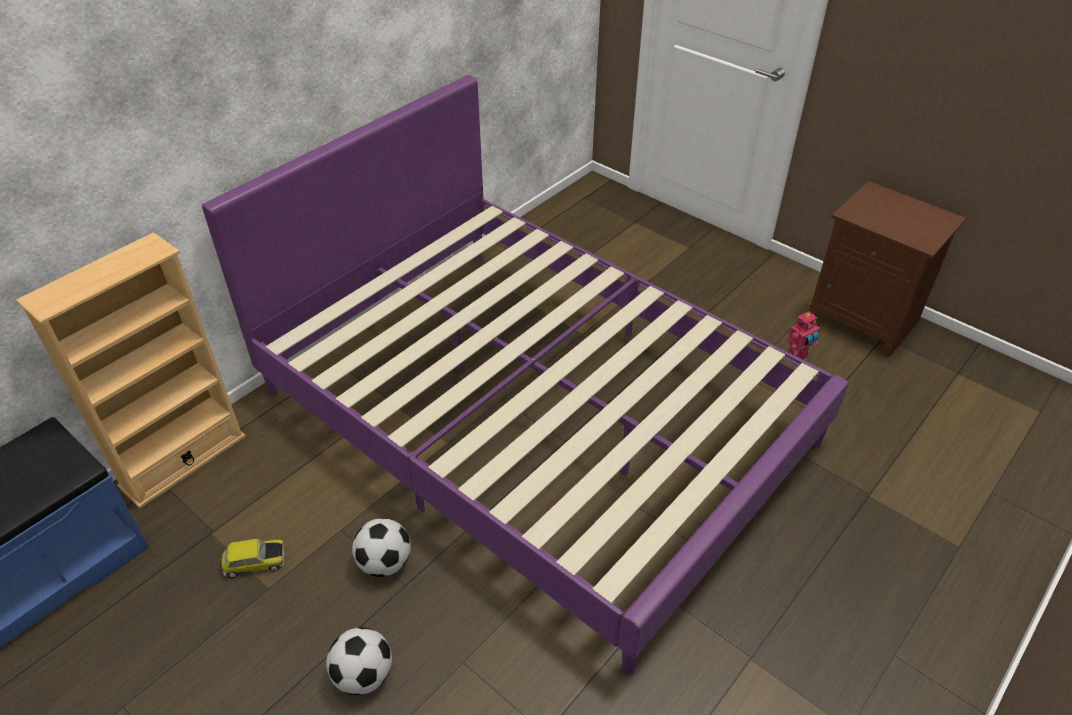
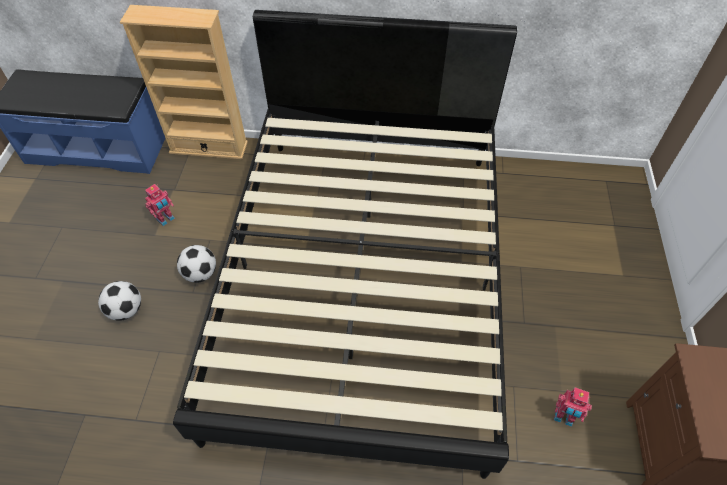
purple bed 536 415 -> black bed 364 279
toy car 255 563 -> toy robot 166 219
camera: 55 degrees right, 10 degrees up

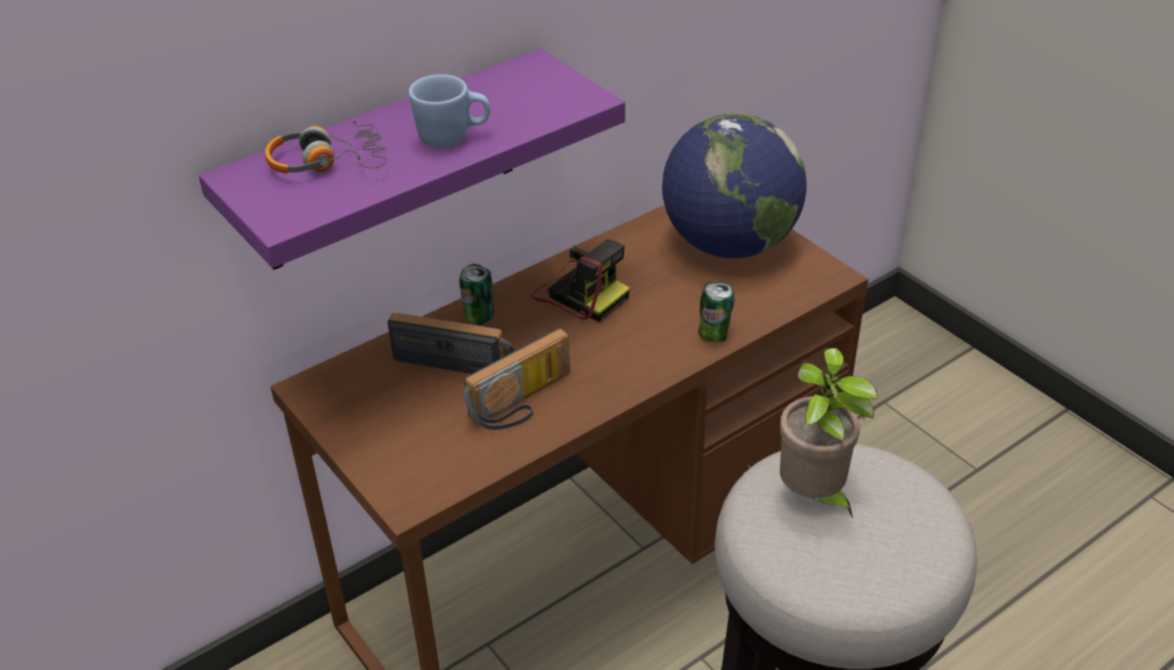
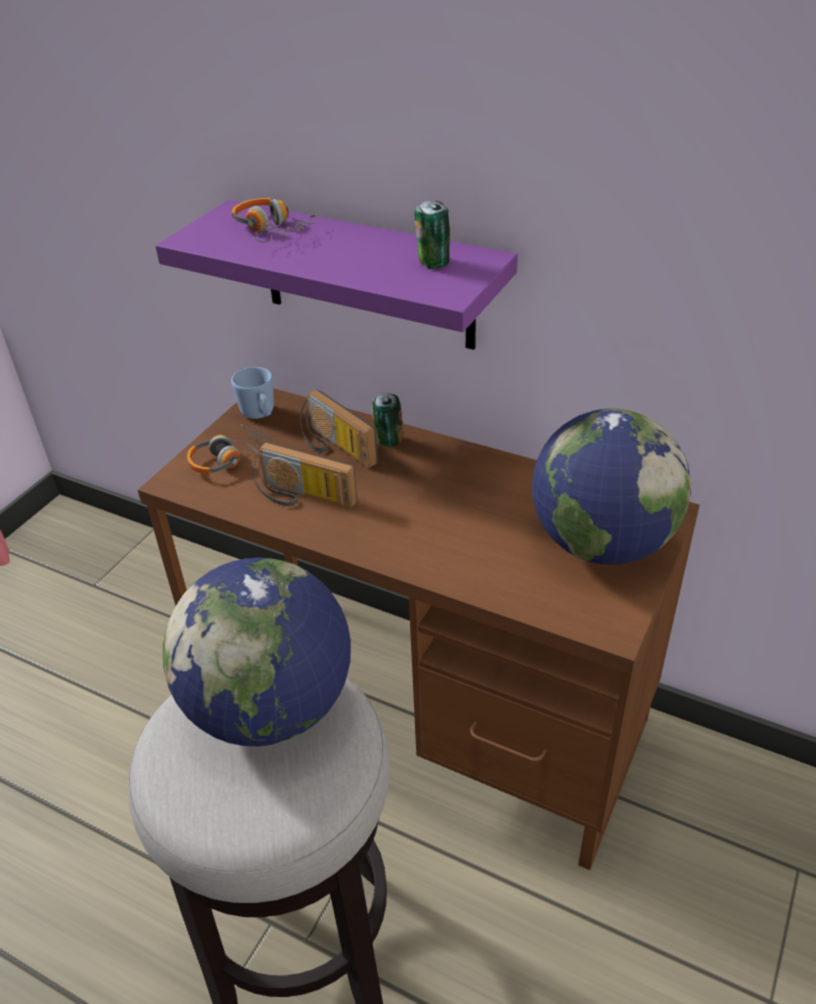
blue mug 453 138 -> blue mug 260 415, move
photo camera 580 293 -> none
can 714 335 -> can 433 263, move
radio 456 358 -> radio 334 447, 150 degrees clockwise
potted plant 814 497 -> globe 270 707
none -> headphones 232 459
camera: 65 degrees right, 0 degrees up

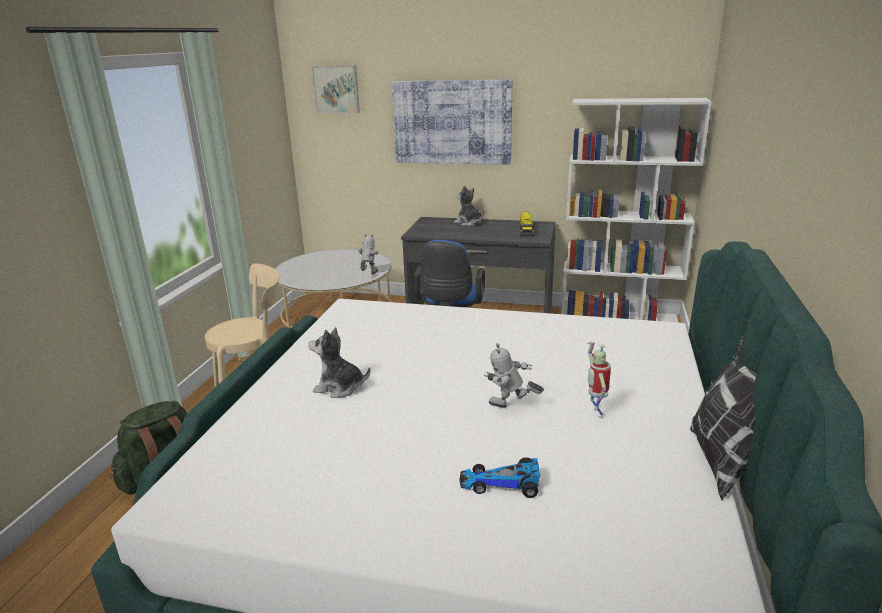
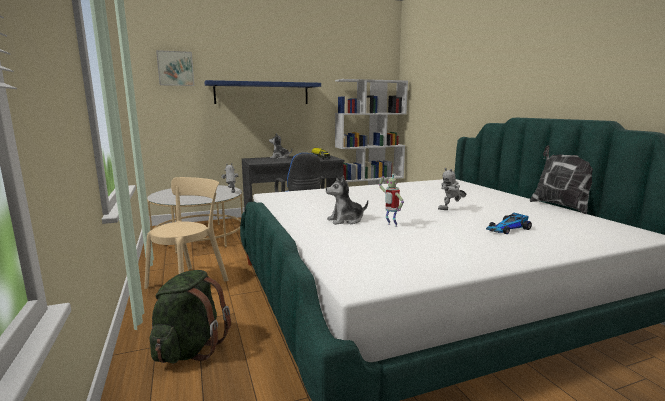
picture 452 122 -> blue shelf 262 93
toy robot 595 413 -> toy robot 390 225, move
camera: 35 degrees left, 10 degrees down

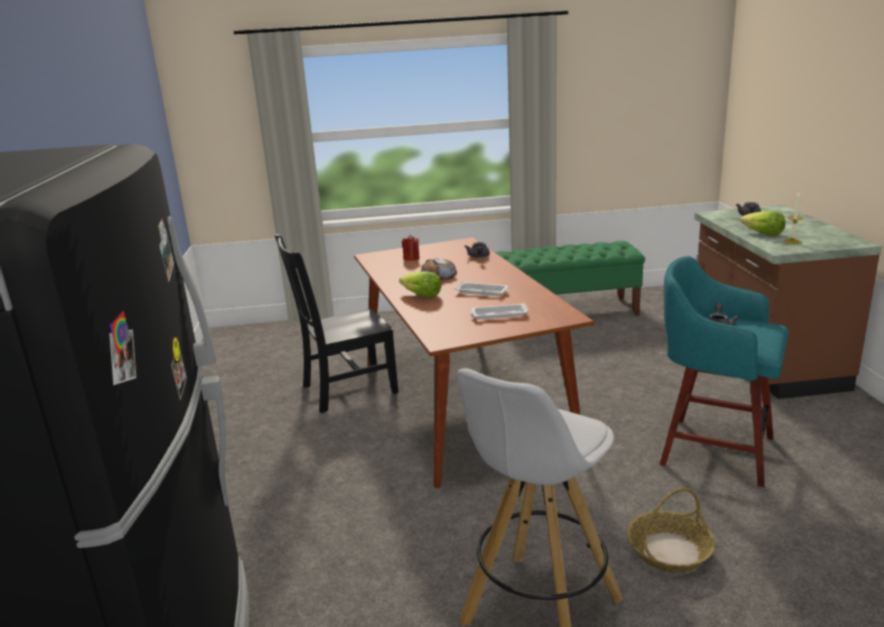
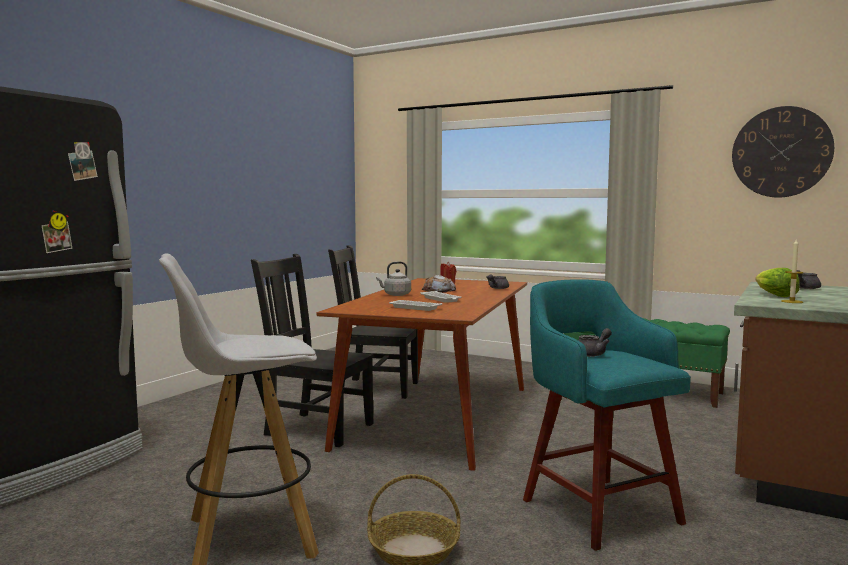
lettuce 421 295 -> grey kettle 396 295
none -> wall clock 781 152
none -> black chair 316 429
camera: 35 degrees right, 15 degrees down

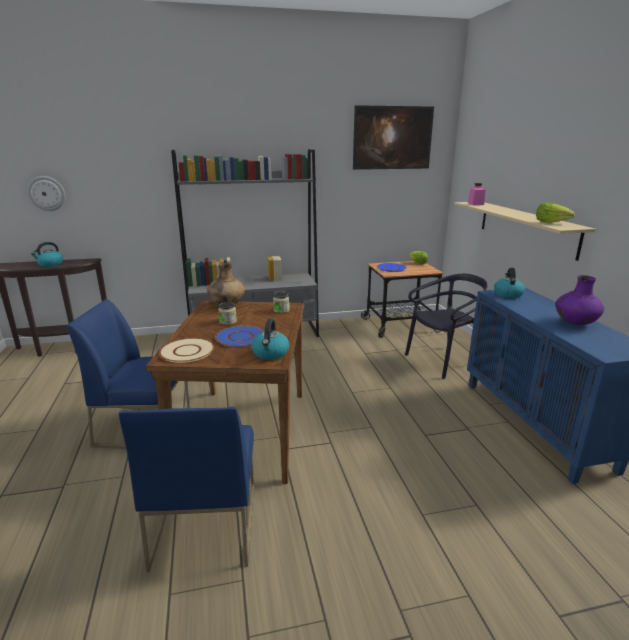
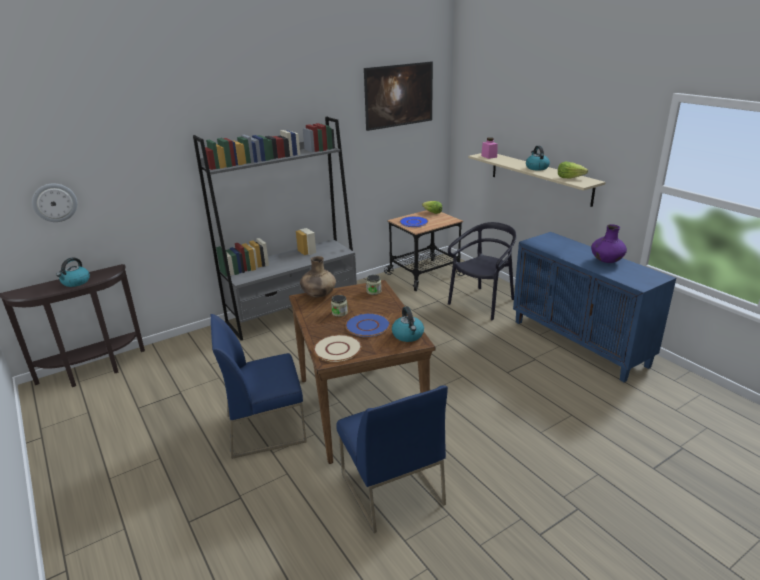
kettle 507 294 -> kettle 536 168, move
camera: 20 degrees left, 5 degrees up

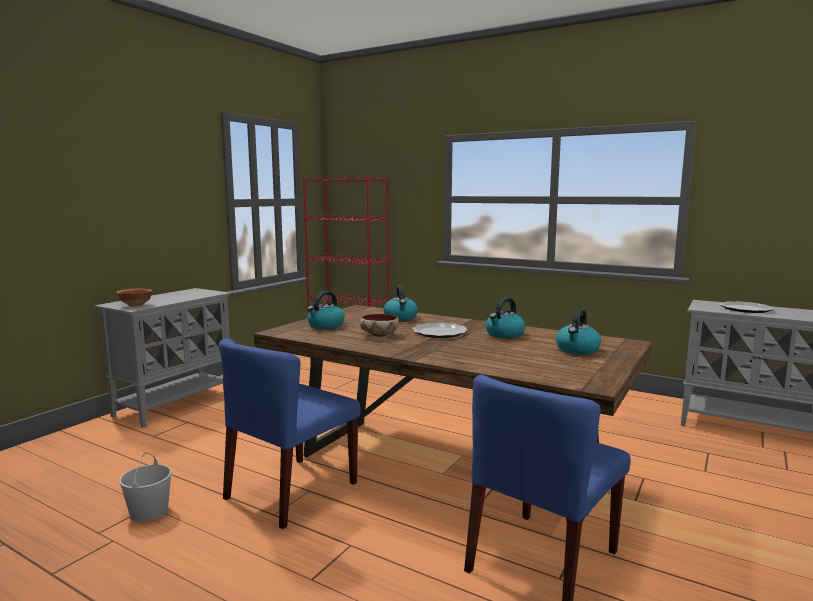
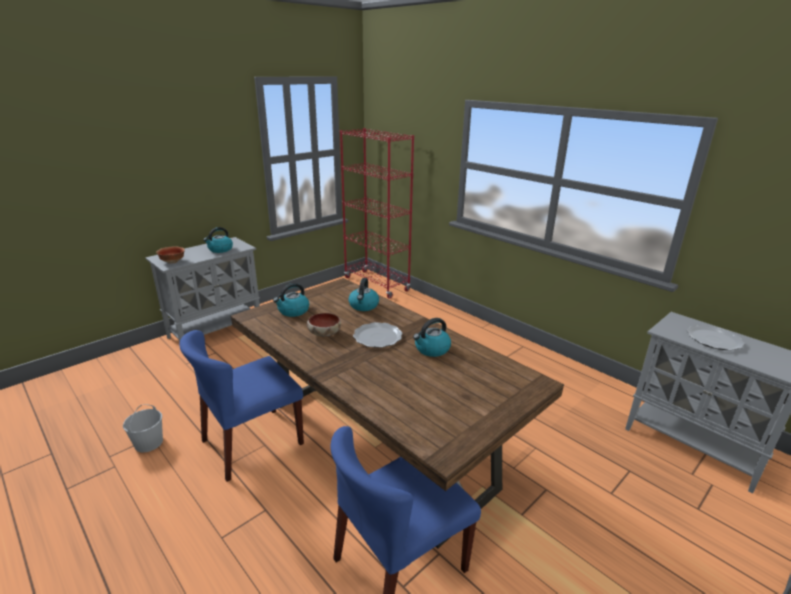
kettle 577 350 -> kettle 220 249, move
camera: 15 degrees right, 15 degrees up

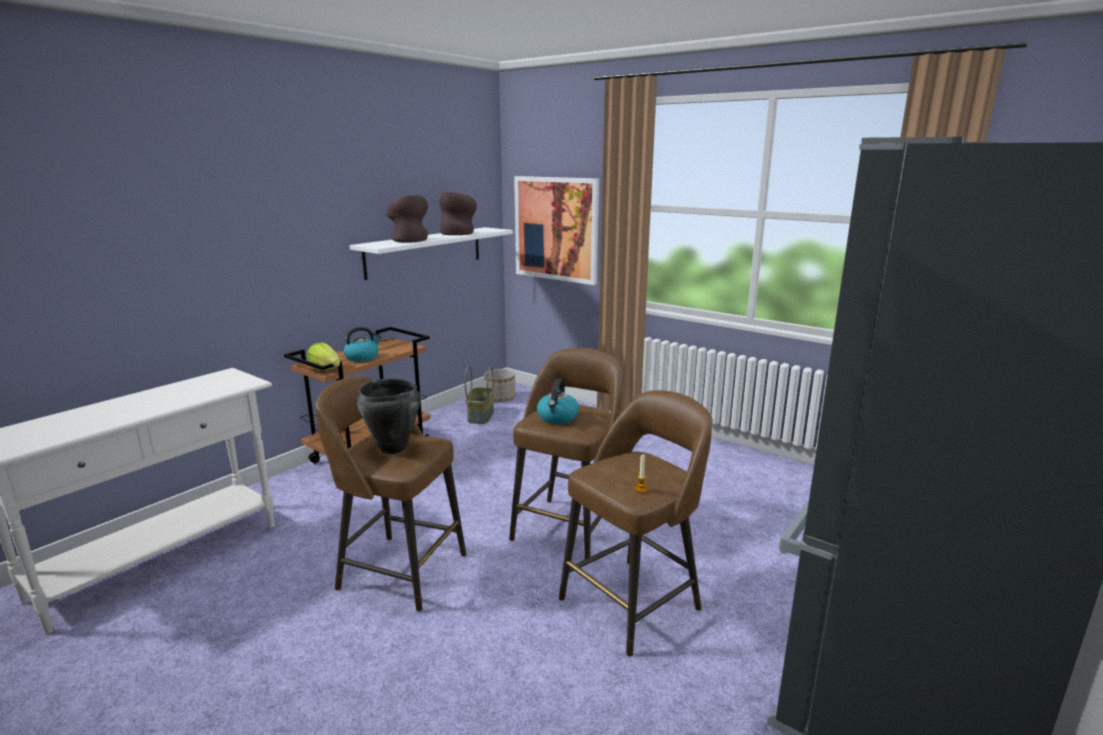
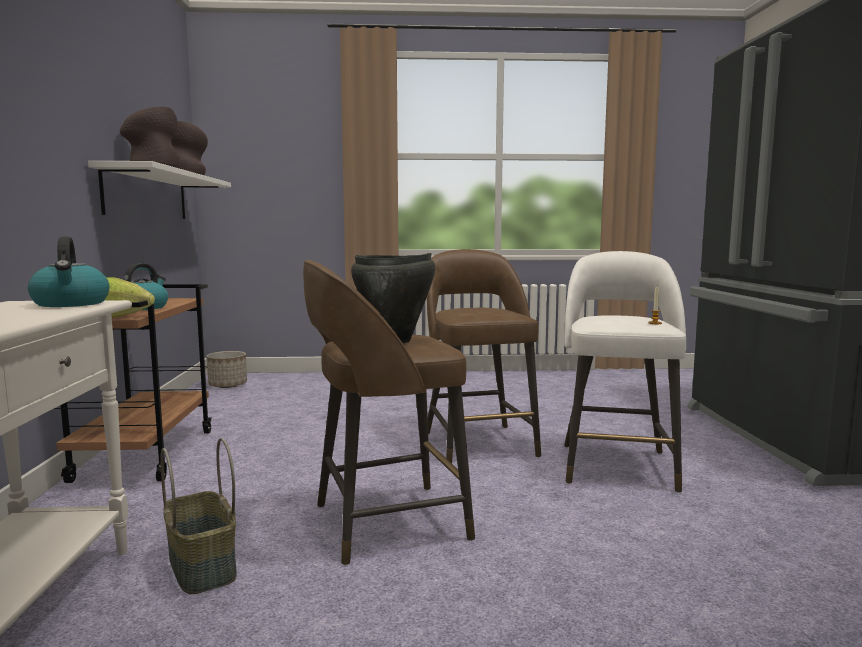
picture 556 229 -> none
basket 480 416 -> basket 200 566, move
kettle 557 418 -> kettle 71 304, move
brown stool 633 602 -> white stool 617 465
camera: 40 degrees left, 10 degrees down

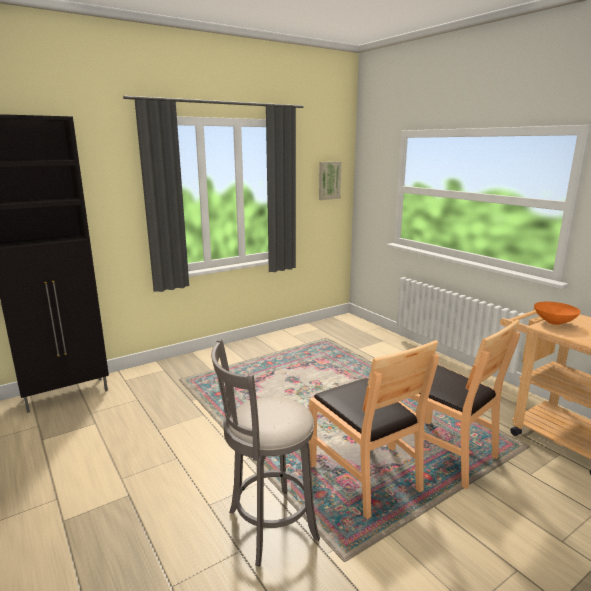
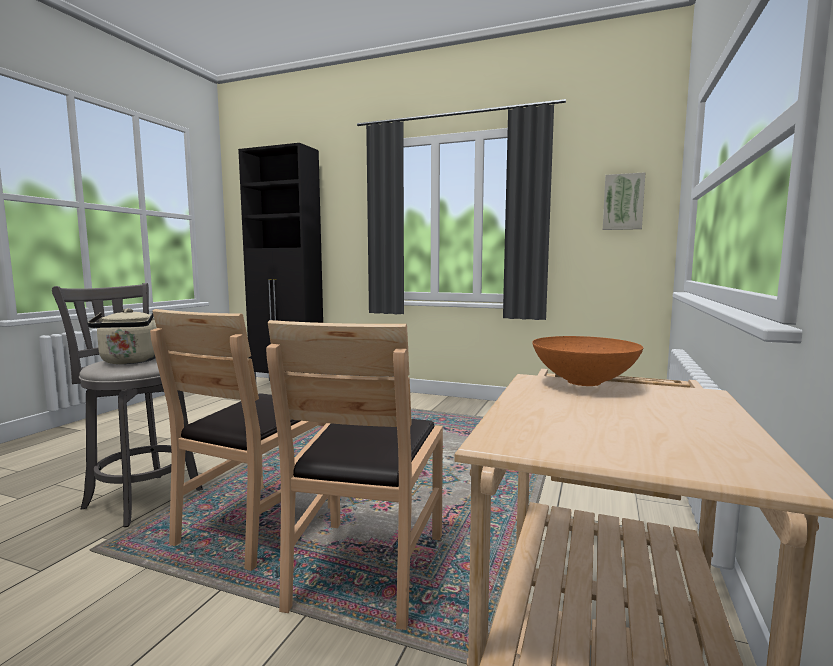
none -> beige kettle 131 362
camera: 55 degrees right, 10 degrees down

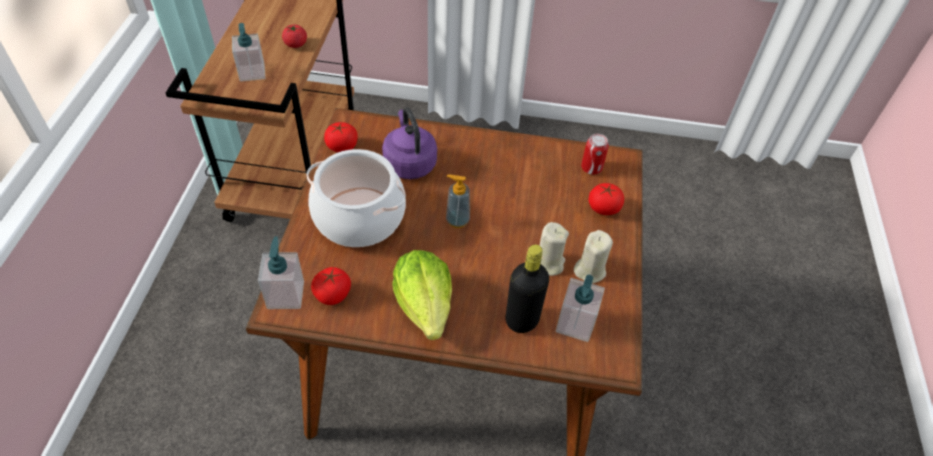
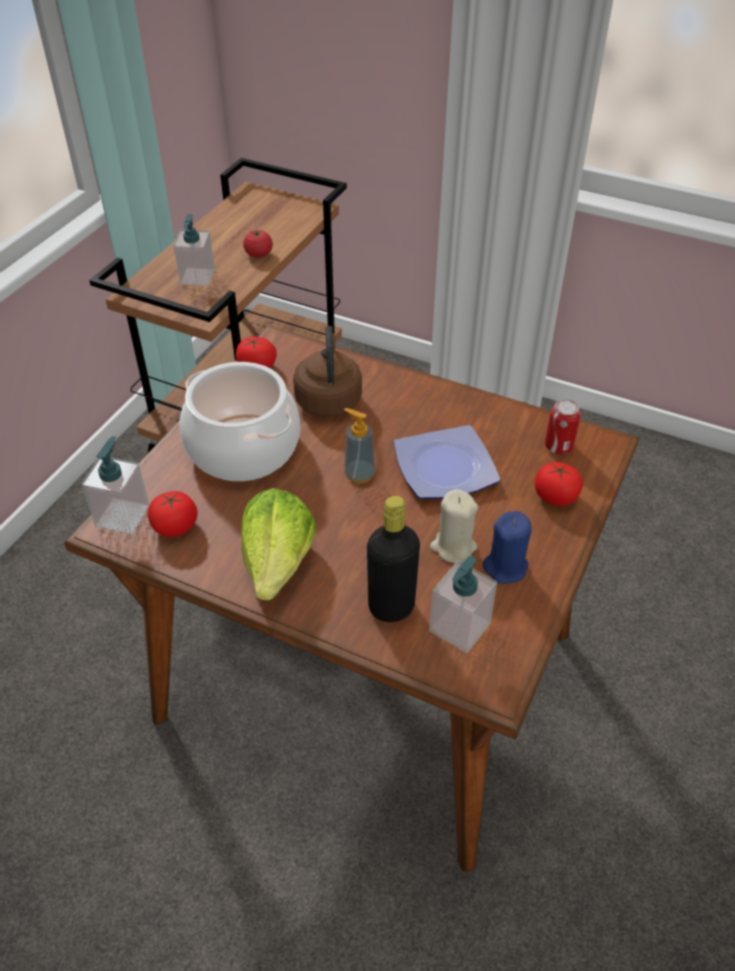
purple kettle 409 162 -> brown kettle 328 399
beige candle 590 270 -> blue candle 506 567
none -> plate 446 466
camera: 20 degrees right, 5 degrees down

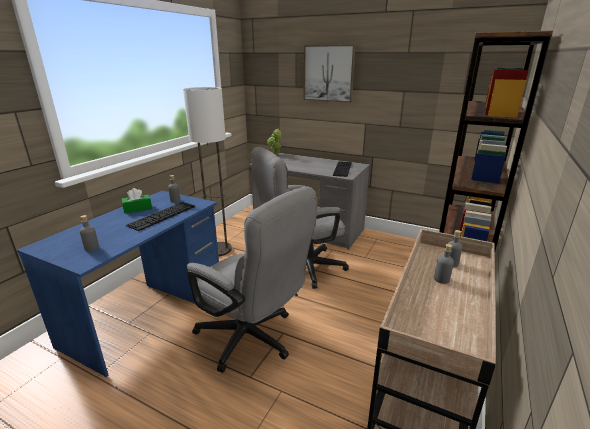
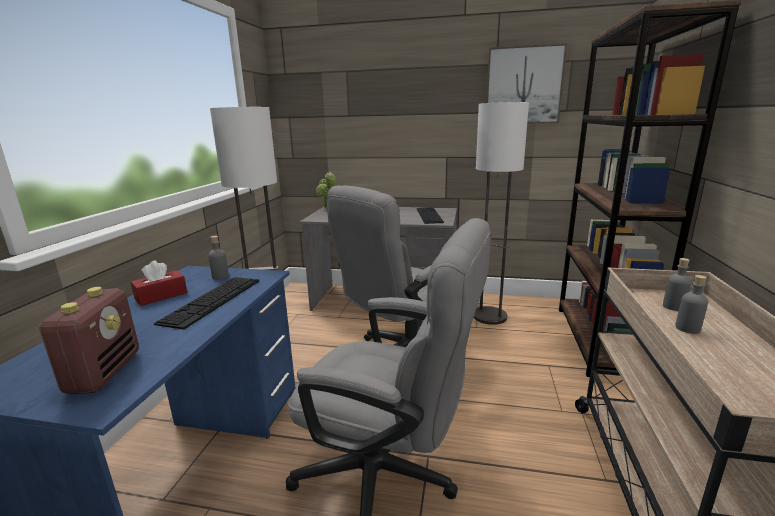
picture 328 73 -> picture 523 86, move
green tissue box 137 209 -> red tissue box 161 296
grey bottle 91 248 -> radio 104 372
none -> floor lamp 490 316
camera: 15 degrees left, 5 degrees down

